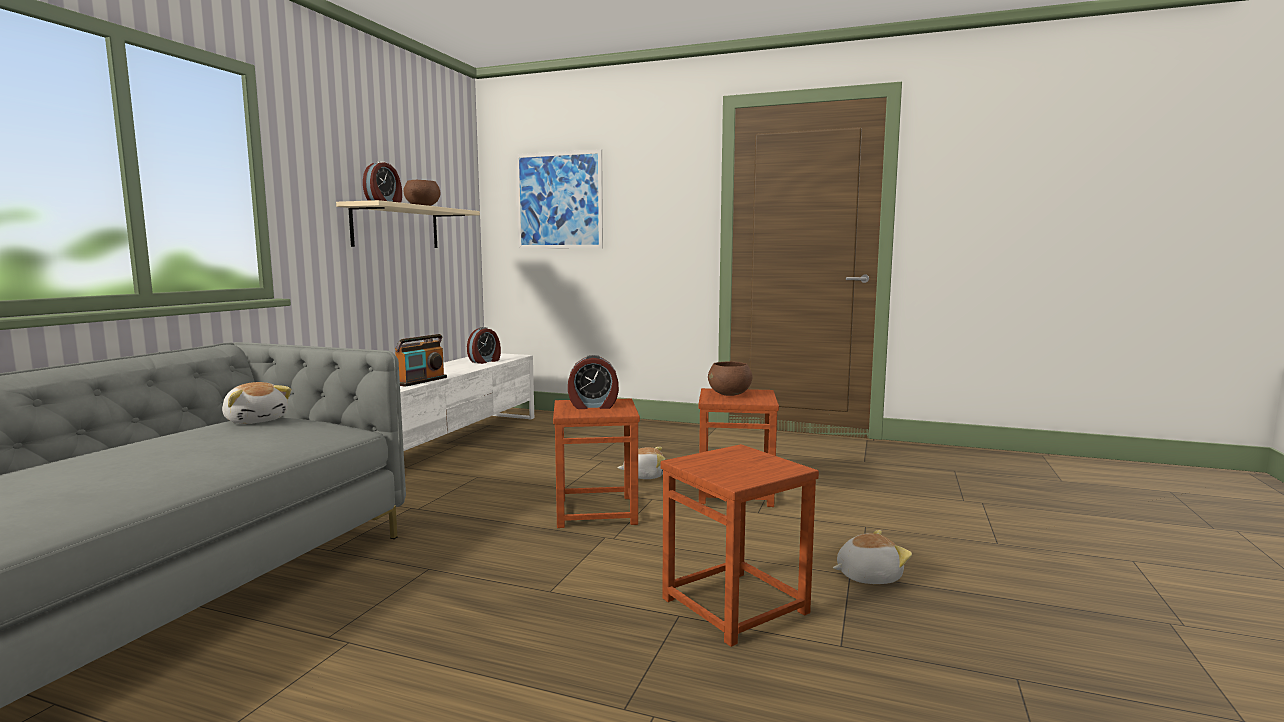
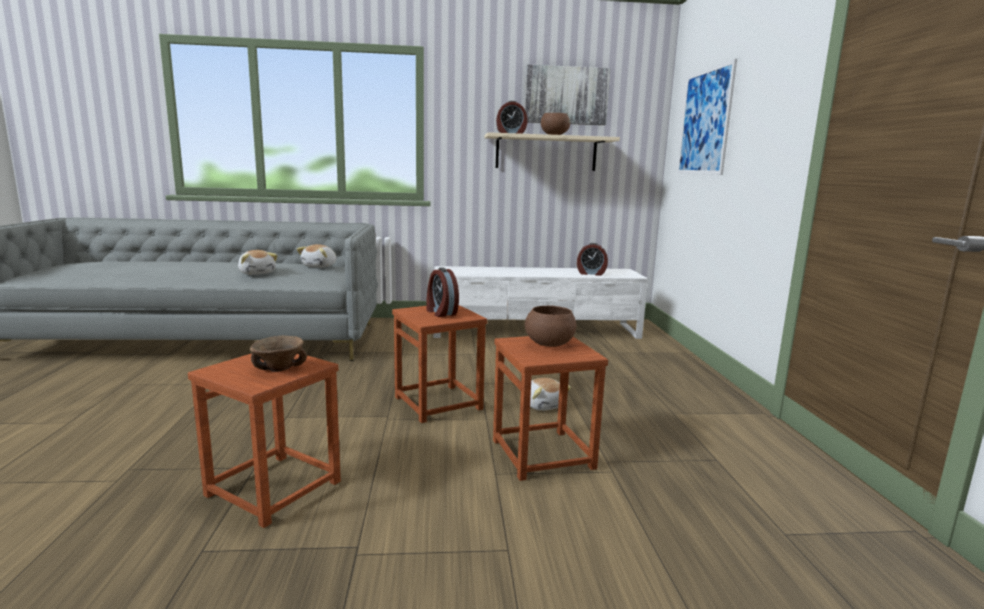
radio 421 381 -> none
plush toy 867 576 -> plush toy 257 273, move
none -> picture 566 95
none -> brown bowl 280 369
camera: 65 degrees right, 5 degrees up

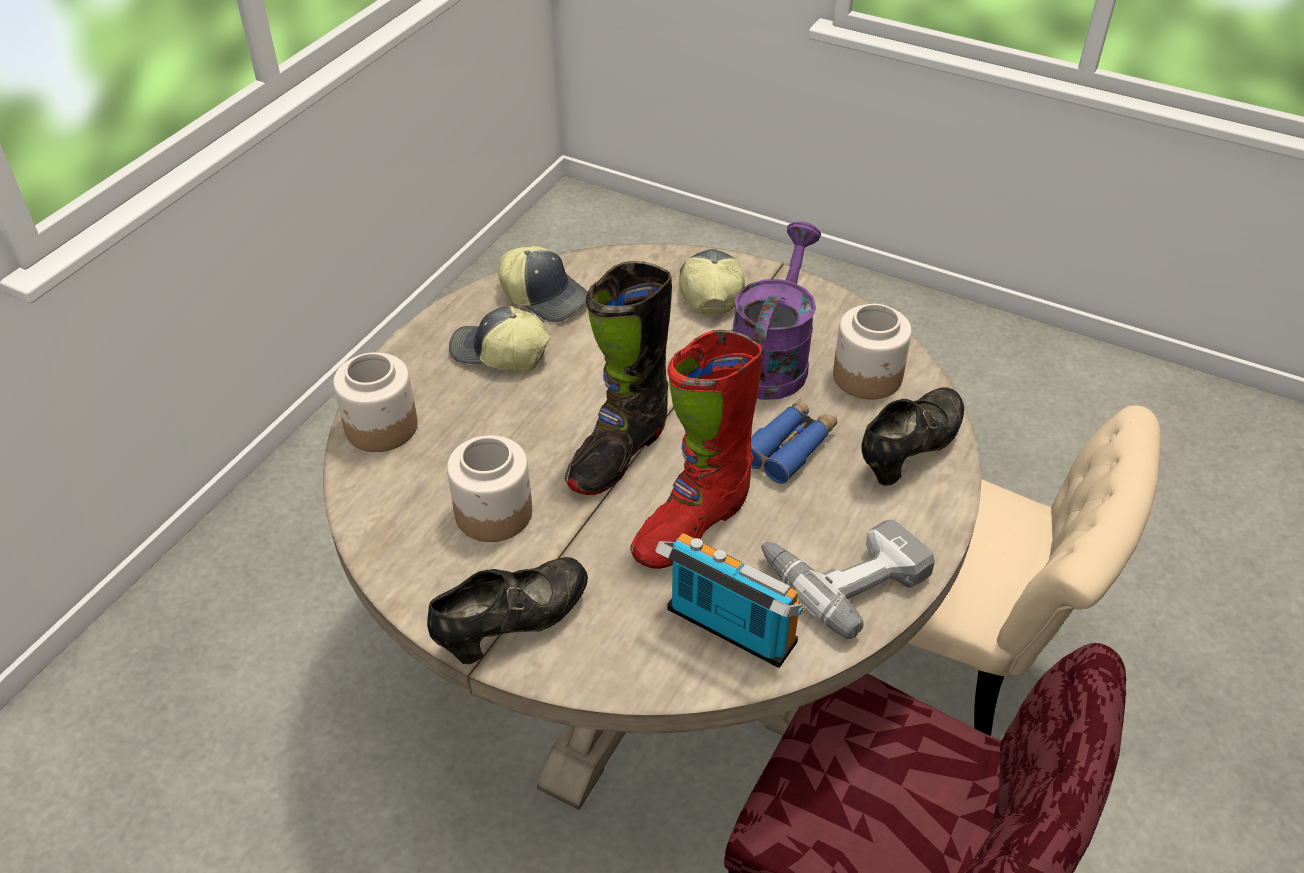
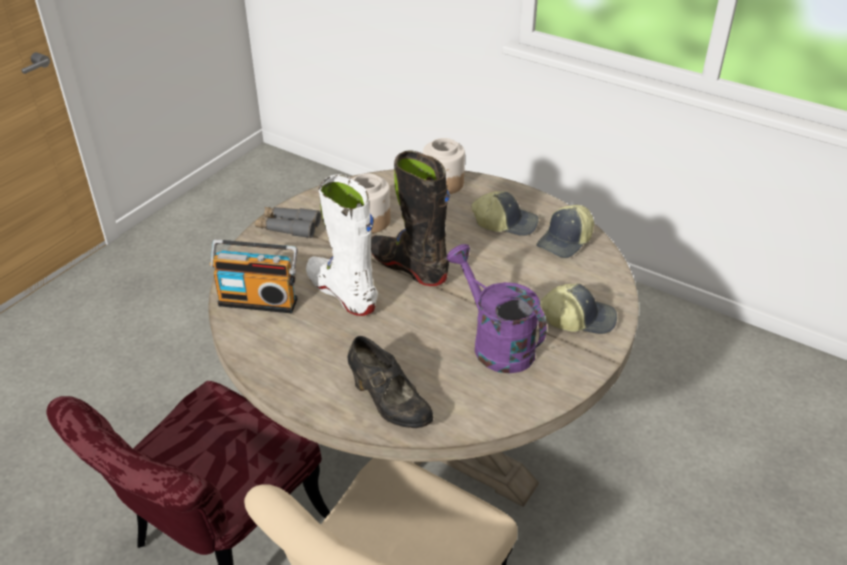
purple watering can 772 360 -> purple watering can 495 343, 150 degrees counterclockwise
jar 868 377 -> none
cap 499 354 -> cap 505 223, 75 degrees clockwise
red boot 692 525 -> white boot 342 292
blue binoculars 789 448 -> none
power drill 843 573 -> none
radio 727 630 -> radio 259 300, 60 degrees clockwise
black shoe 514 625 -> grey binoculars 288 227
camera: 95 degrees right, 5 degrees down

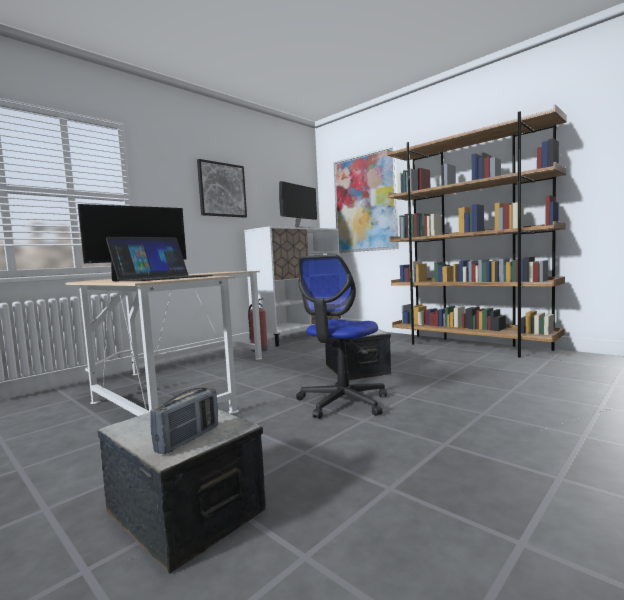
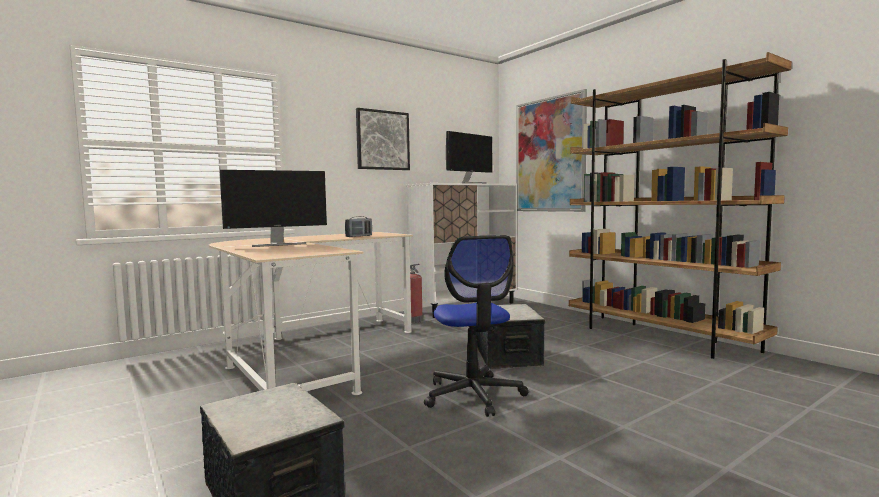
laptop 162 278 -> none
office chair 342 402 -> office chair 473 395, 60 degrees counterclockwise
radio 188 439 -> radio 359 236, move
camera: 10 degrees right, 0 degrees up

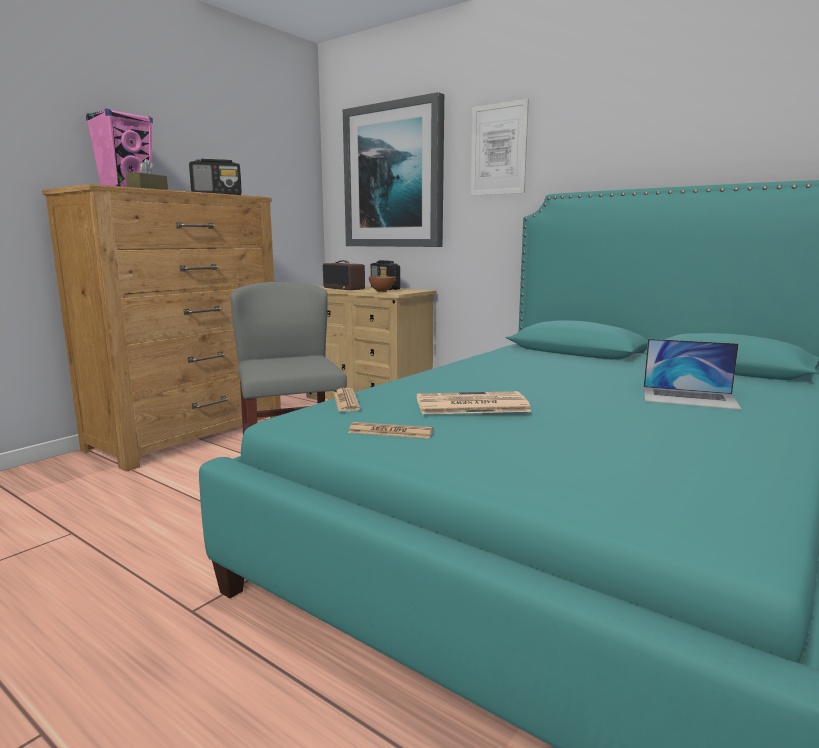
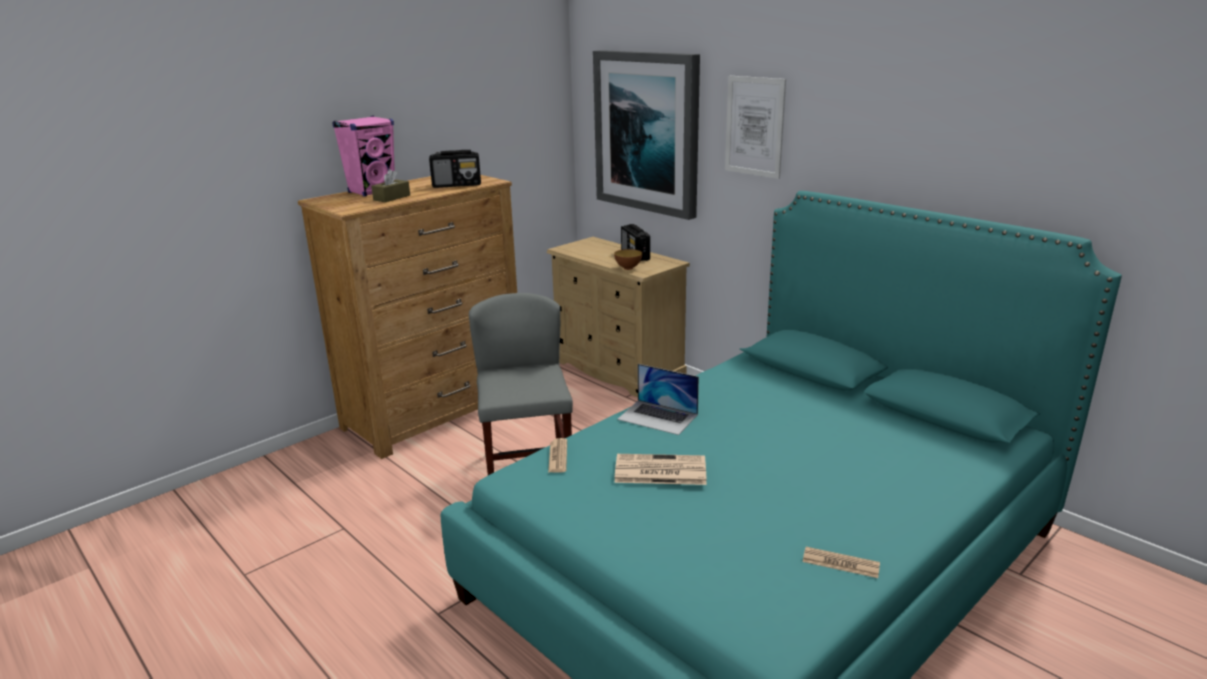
radio 344 288 -> none
laptop 689 398 -> laptop 658 417, move
newspaper 390 432 -> newspaper 840 563, move
camera: 10 degrees right, 10 degrees up

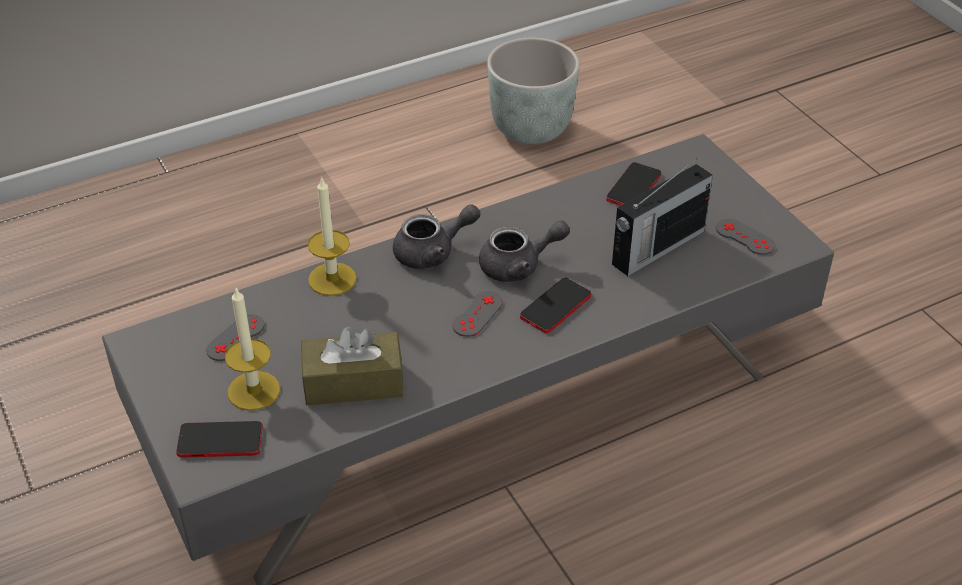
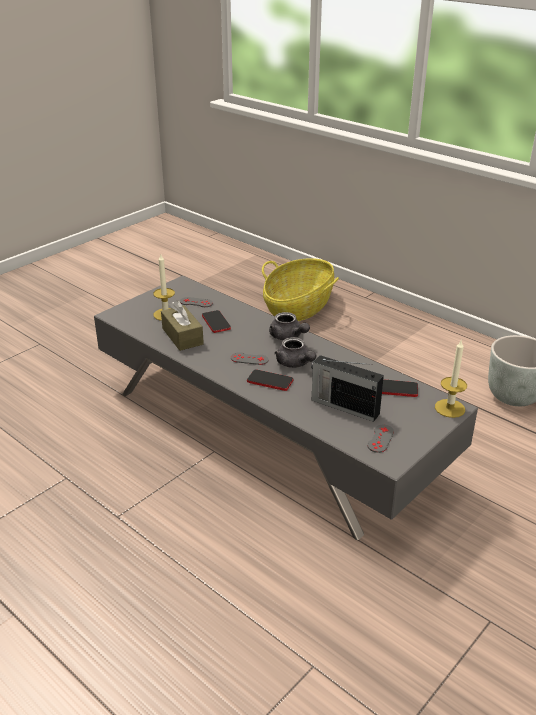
candle 332 279 -> candle 449 408, move
phone 220 440 -> phone 216 322, move
none -> basket 298 307
camera: 70 degrees right, 10 degrees down

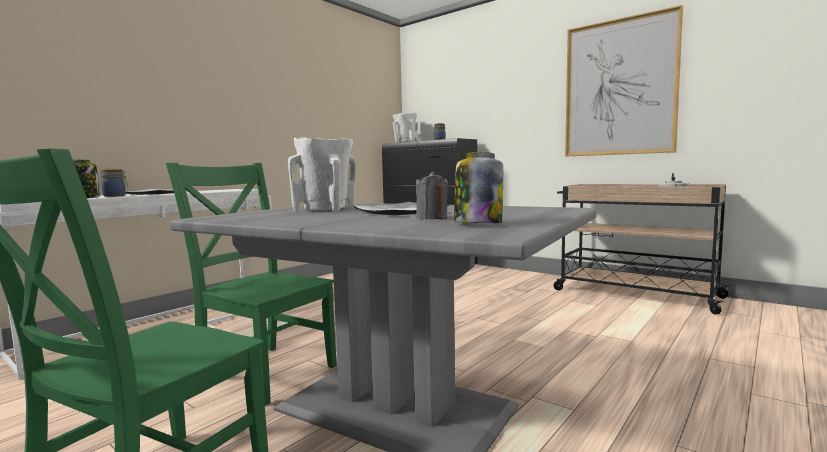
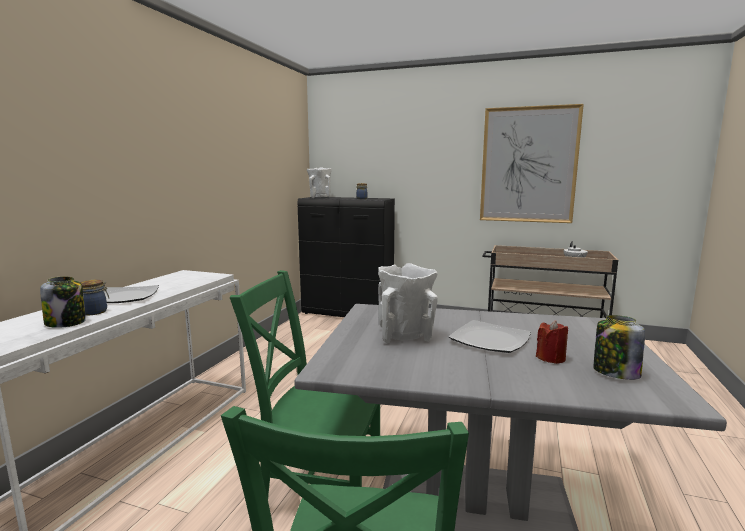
grey candle 431 218 -> red candle 551 358
camera: 20 degrees left, 5 degrees up

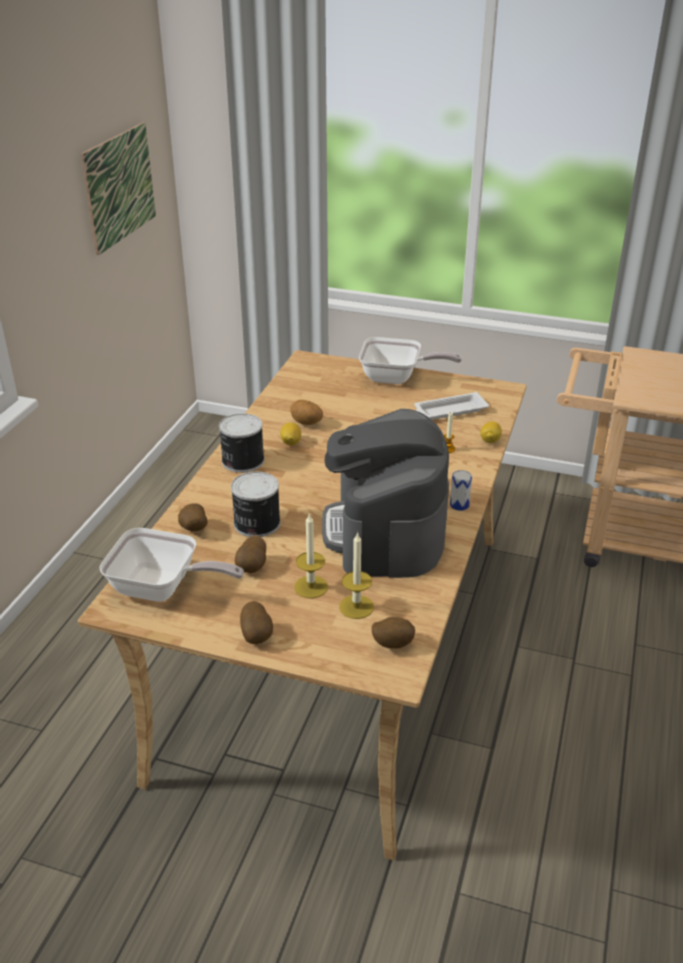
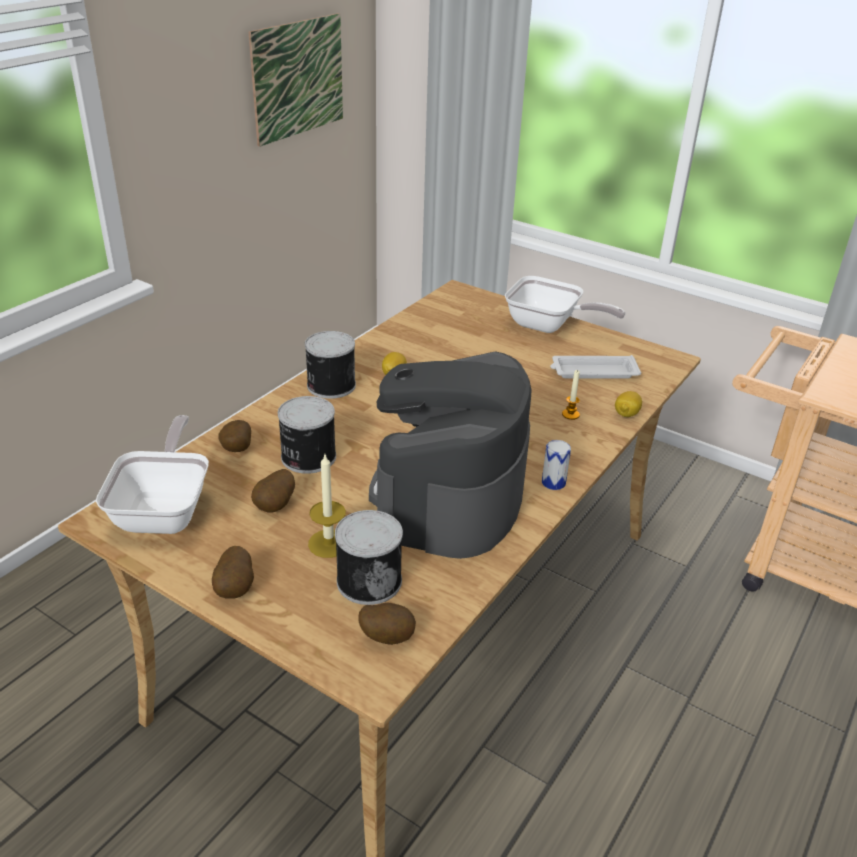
potato 306 423 -> none
frying pan 163 589 -> frying pan 165 509, 120 degrees counterclockwise
candle 356 607 -> can 369 580
camera: 15 degrees right, 0 degrees up

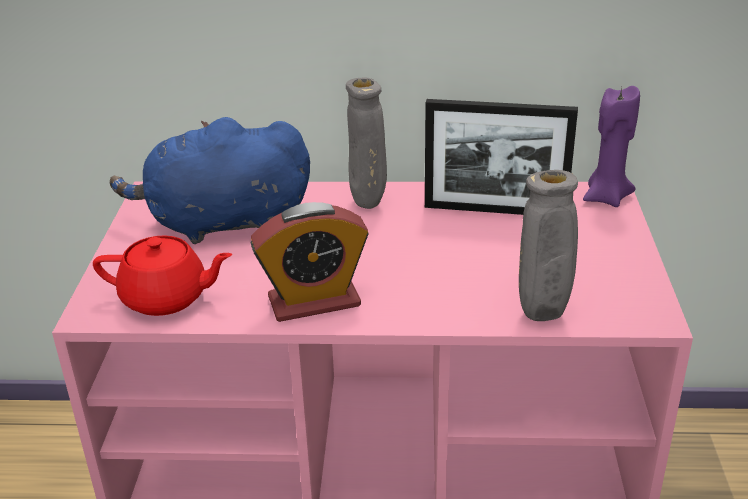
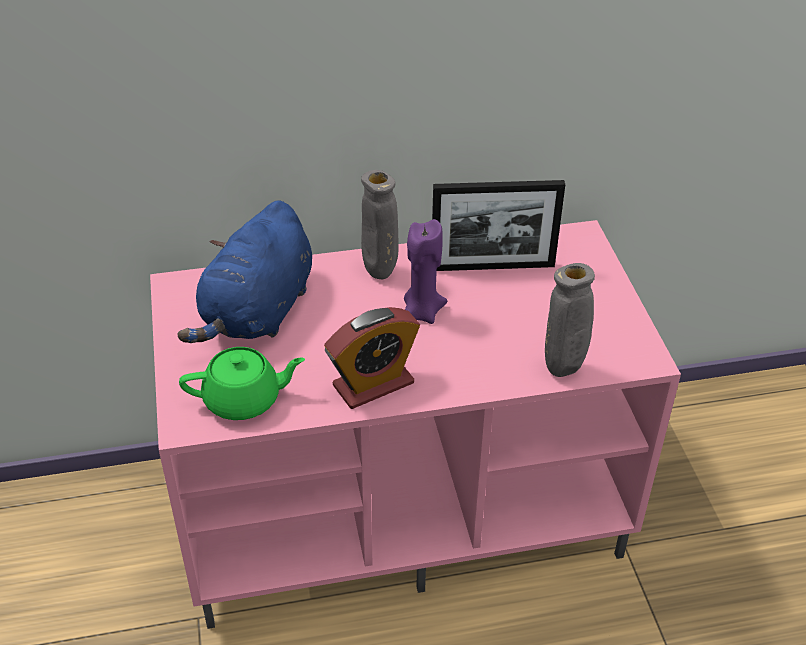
purple candle 606 198 -> purple candle 421 312, move
blue plush toy 222 223 -> blue plush toy 257 313, 45 degrees counterclockwise
red teapot 166 298 -> green teapot 244 400
camera: 15 degrees left, 10 degrees up

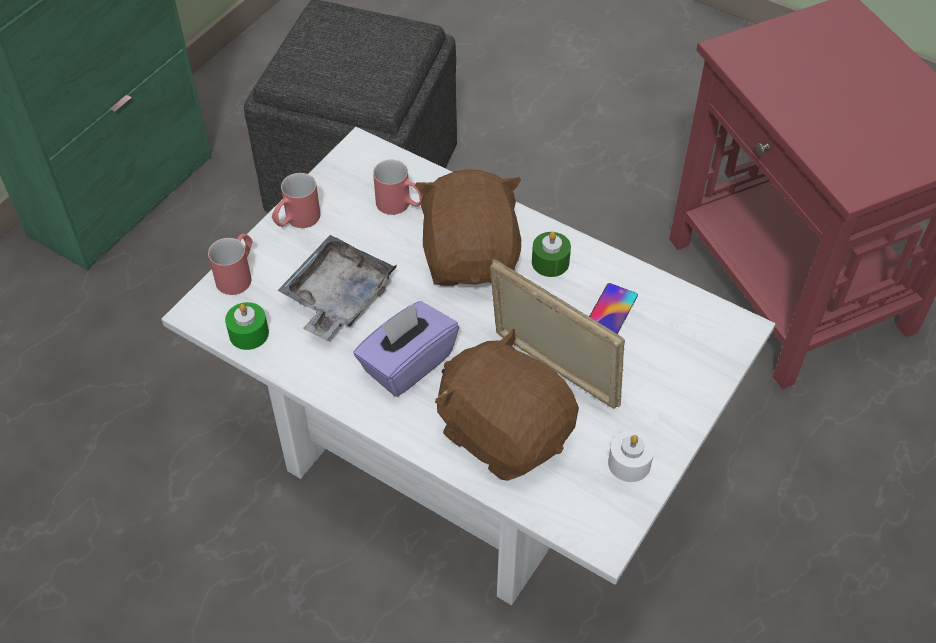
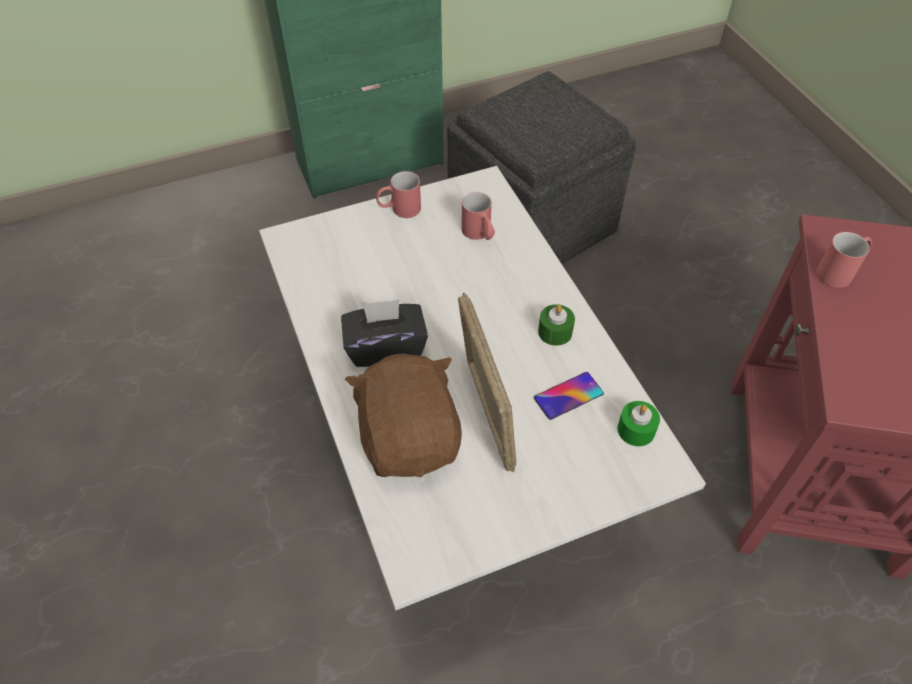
brown plush toy 471 257 -> none
red mug 238 274 -> red mug 840 271, move
grey tray 337 297 -> none
purple tissue box 407 363 -> black tissue box 386 347
green candle 249 333 -> green candle 636 430, move
white candle 629 463 -> none
camera: 35 degrees right, 0 degrees up

